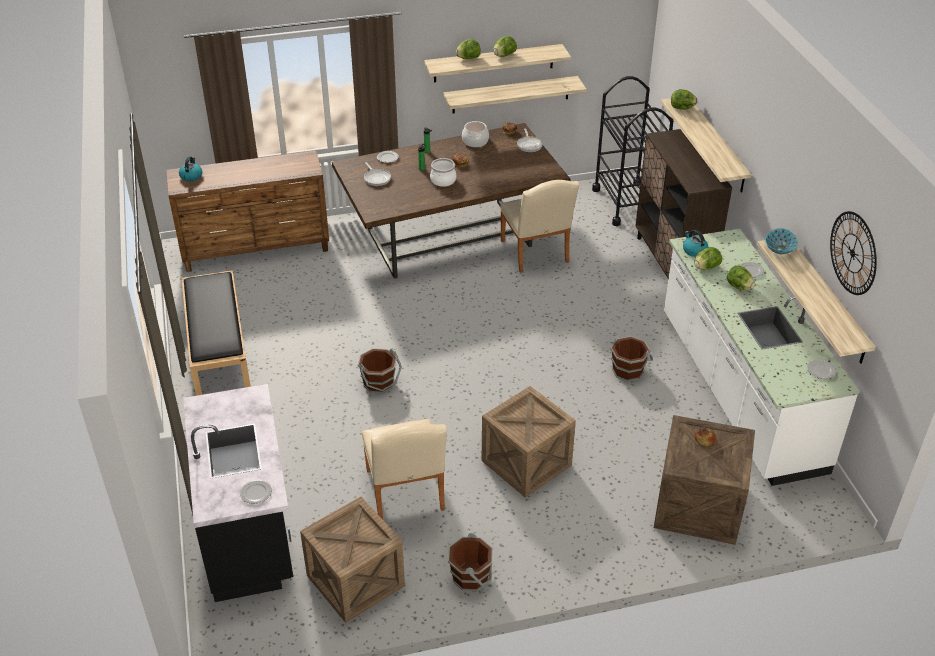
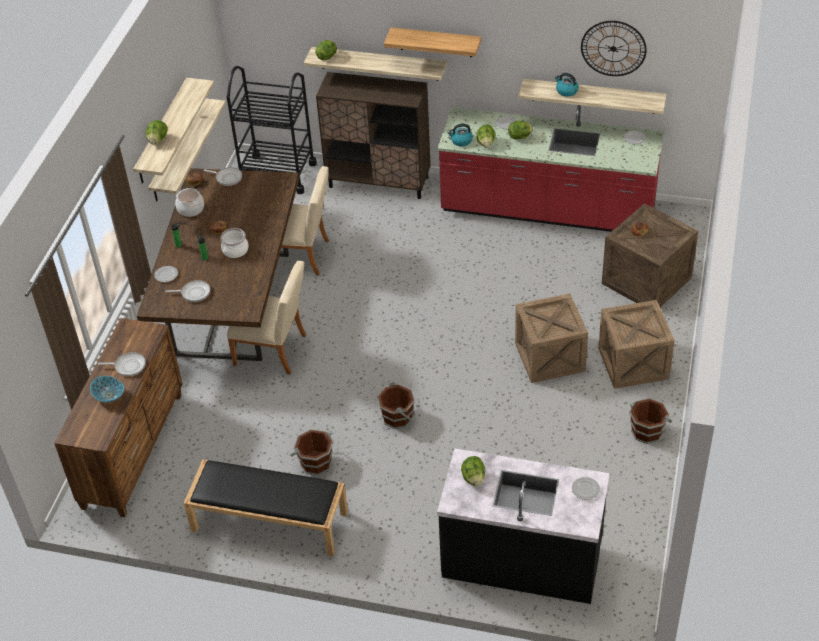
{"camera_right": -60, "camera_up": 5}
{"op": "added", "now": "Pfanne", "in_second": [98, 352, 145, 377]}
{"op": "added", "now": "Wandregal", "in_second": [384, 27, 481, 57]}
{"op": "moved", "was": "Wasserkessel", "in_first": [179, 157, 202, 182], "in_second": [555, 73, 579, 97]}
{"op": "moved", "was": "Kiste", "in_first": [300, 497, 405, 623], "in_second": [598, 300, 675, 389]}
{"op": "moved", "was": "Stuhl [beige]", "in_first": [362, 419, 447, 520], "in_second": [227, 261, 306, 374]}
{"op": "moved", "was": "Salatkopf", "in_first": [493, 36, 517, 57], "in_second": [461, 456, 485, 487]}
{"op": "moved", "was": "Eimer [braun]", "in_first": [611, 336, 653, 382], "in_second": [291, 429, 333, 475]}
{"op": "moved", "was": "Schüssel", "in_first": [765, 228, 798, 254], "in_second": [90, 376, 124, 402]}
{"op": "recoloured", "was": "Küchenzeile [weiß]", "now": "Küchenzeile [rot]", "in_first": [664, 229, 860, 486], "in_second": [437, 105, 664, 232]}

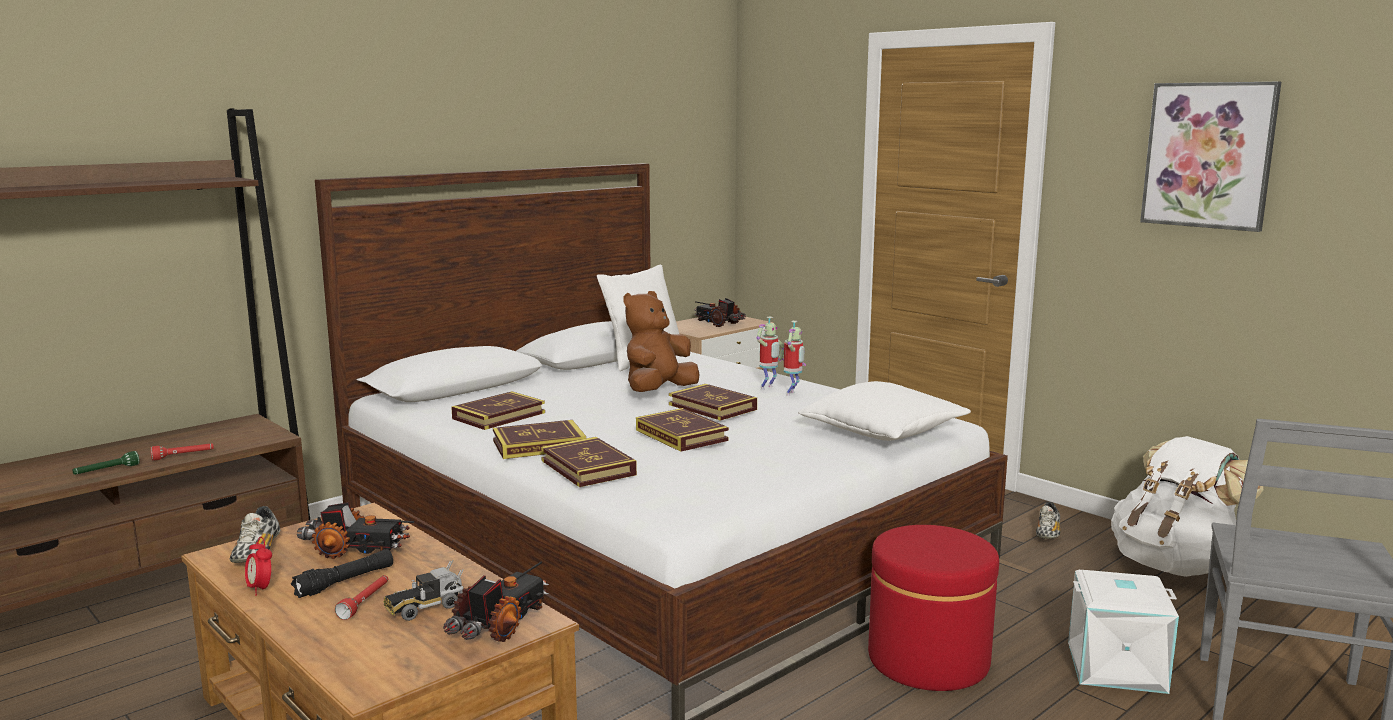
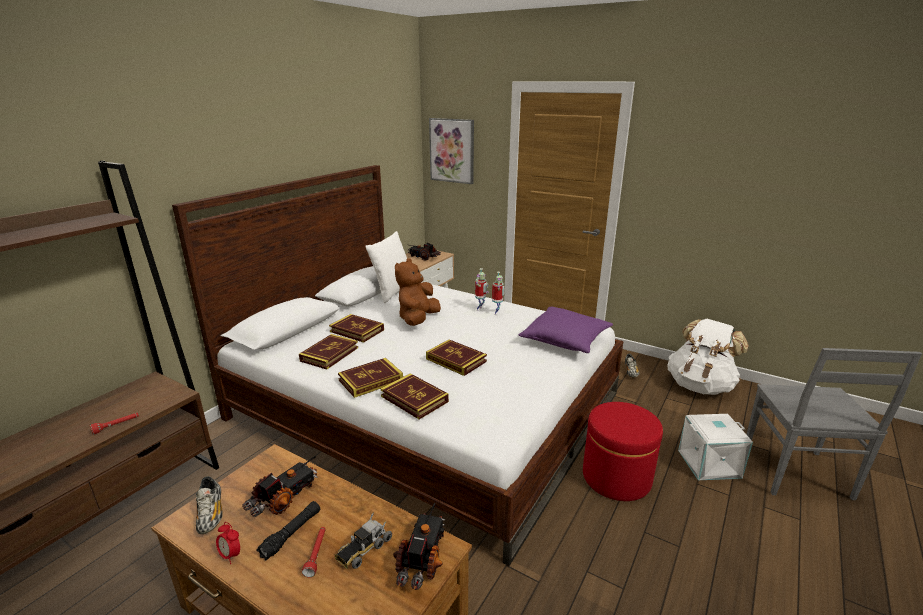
{"camera_right": -15, "camera_up": 10}
{"op": "removed", "was": "Taschenlampe [grün]", "in_first": [72, 451, 140, 475]}
{"op": "moved", "was": "Buch", "in_first": [669, 384, 757, 421], "in_second": [329, 314, 384, 343]}
{"op": "moved", "was": "Bild", "in_first": [1140, 82, 1281, 232], "in_second": [429, 118, 474, 184]}
{"op": "recoloured", "was": "Kissen [weiß]", "now": "Kissen [lila]", "in_first": [798, 381, 971, 441], "in_second": [519, 306, 613, 353]}
{"op": "turned", "was": "Spielzeuglaster", "in_first": [297, 502, 414, 559], "in_second": [242, 456, 317, 517], "clockwise": -45}

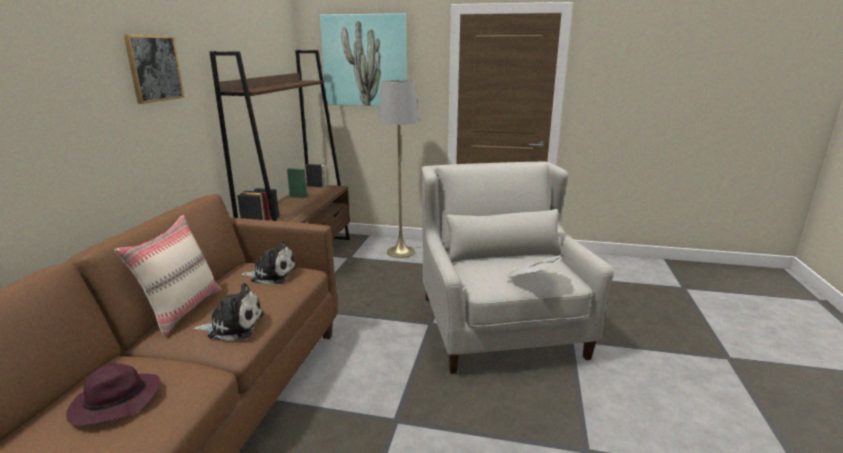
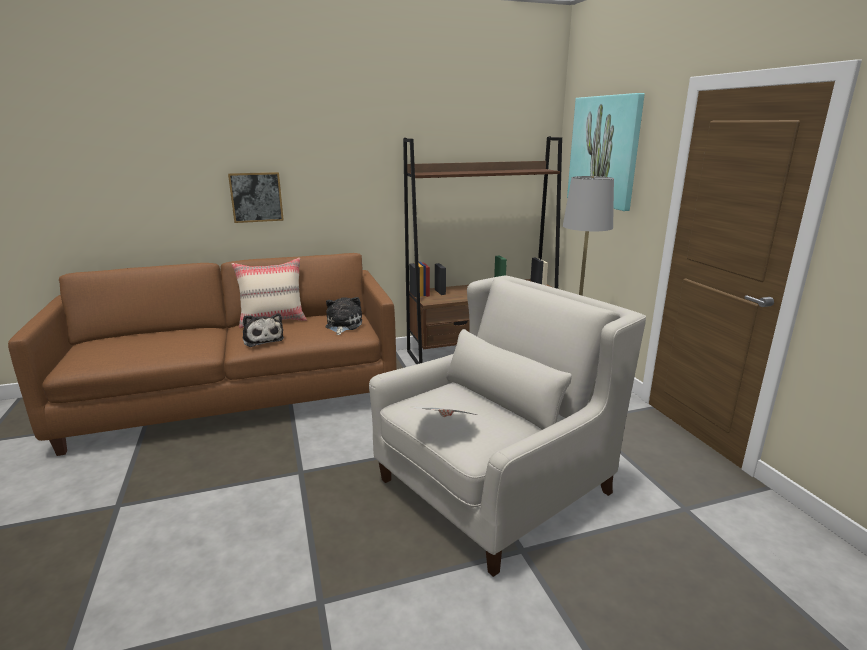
{"camera_right": 60, "camera_up": 0}
{"op": "removed", "was": "Hut [lila]", "in_first": [66, 364, 161, 426]}
{"op": "moved", "was": "Bild", "in_first": [124, 35, 184, 104], "in_second": [228, 172, 284, 223]}
{"op": "turned", "was": "Plüschtier", "in_first": [240, 241, 297, 285], "in_second": [326, 297, 362, 335], "clockwise": -150}

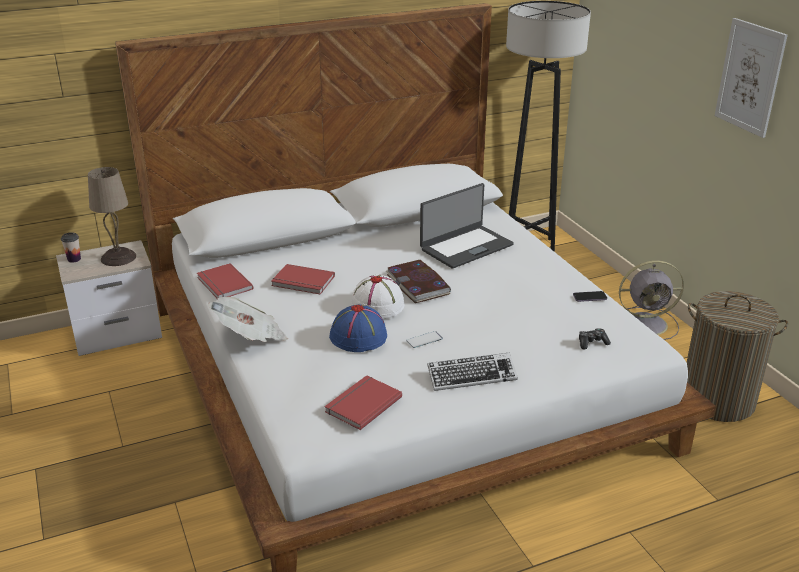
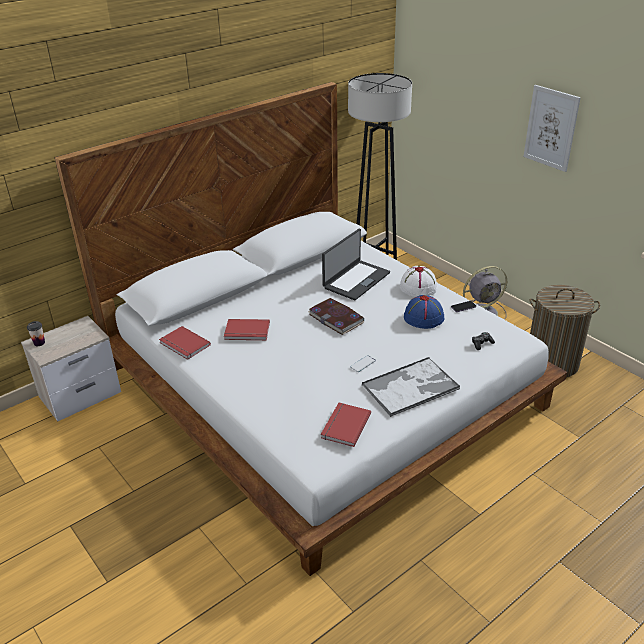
{"camera_right": -15, "camera_up": 5}
{"op": "removed", "was": "Tischlampe [beige]", "in_first": [88, 167, 136, 266]}
{"op": "removed", "was": "Zeitung", "in_first": [208, 297, 288, 342]}
{"op": "moved", "was": "Hut [blau]", "in_first": [329, 304, 387, 352], "in_second": [404, 295, 444, 329]}
{"op": "moved", "was": "Hut [weiß]", "in_first": [351, 274, 404, 319], "in_second": [400, 266, 438, 297]}
{"op": "replaced", "was": "Tastatur", "now": "Tablett", "in_first": [427, 353, 518, 391], "in_second": [362, 357, 460, 417]}

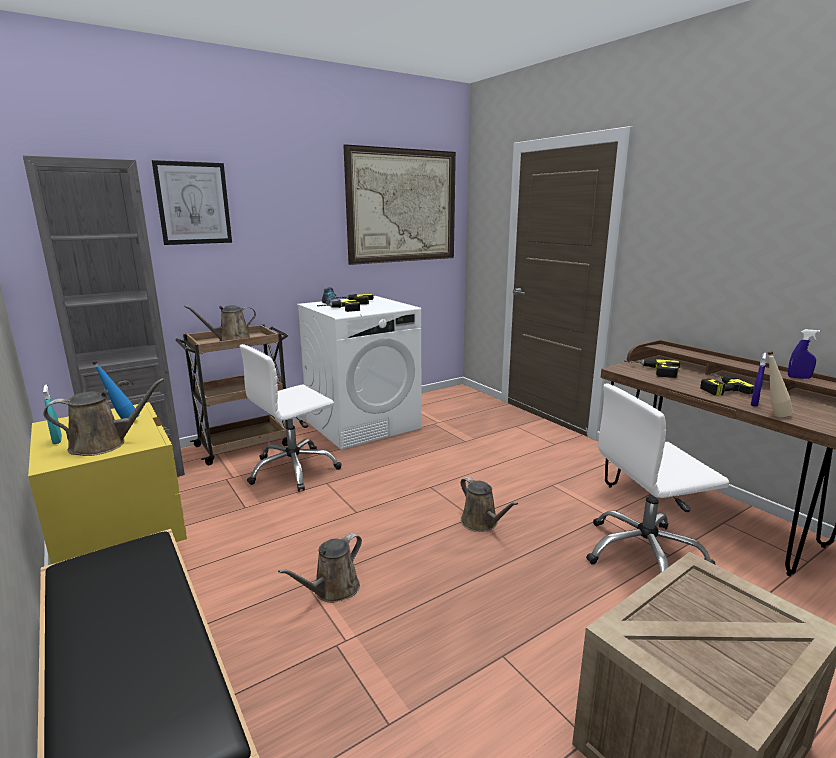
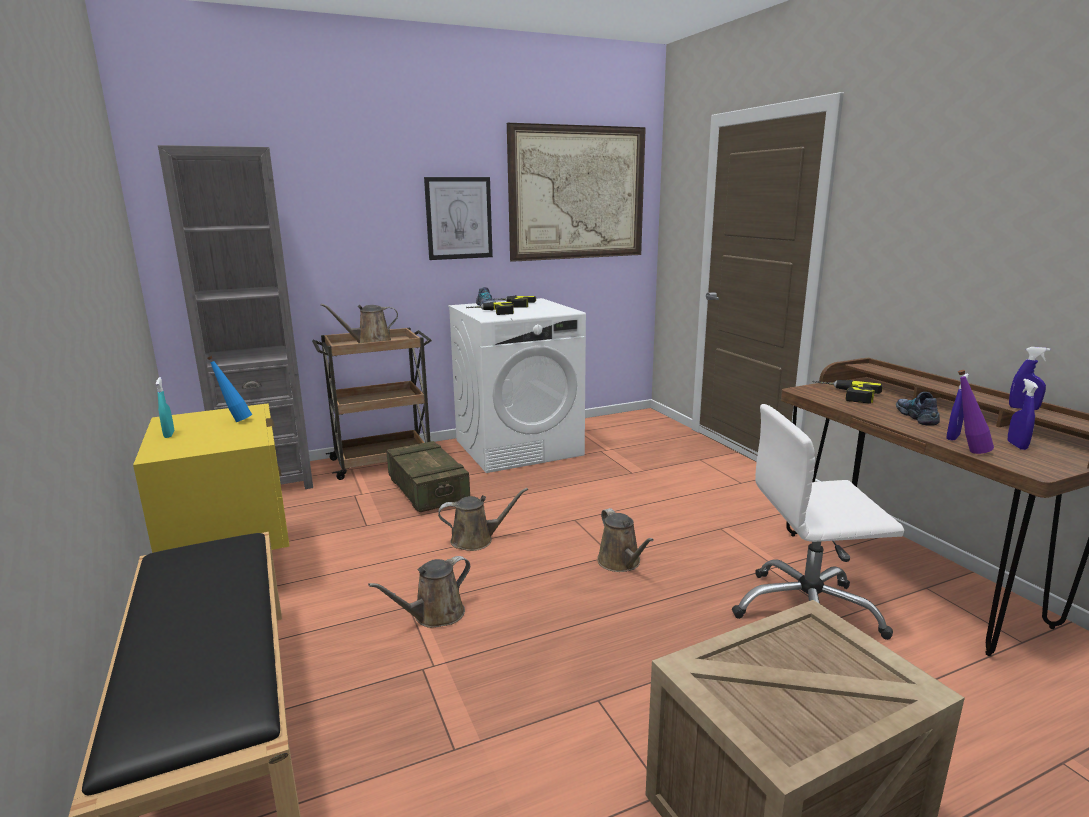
{"camera_right": 10, "camera_up": 0}
{"op": "added", "now": "Sprühflasche [blau]", "in_second": [1008, 379, 1038, 450]}
{"op": "moved", "was": "Gießkanne [braun]", "in_first": [44, 378, 165, 456], "in_second": [438, 488, 528, 551]}
{"op": "moved", "was": "Bild", "in_first": [152, 160, 232, 245], "in_second": [424, 177, 493, 260]}
{"op": "replaced", "was": "Bürostuhl [weiß]", "now": "Kiste", "in_first": [240, 344, 342, 492], "in_second": [387, 441, 470, 512]}
{"op": "replaced", "was": "Bohrmaschine", "now": "Schuh", "in_first": [700, 373, 754, 396], "in_second": [896, 392, 940, 426]}
{"op": "recoloured", "was": "Flasche [beige]", "now": "Flasche [lila]", "in_first": [767, 350, 793, 417], "in_second": [958, 370, 994, 454]}

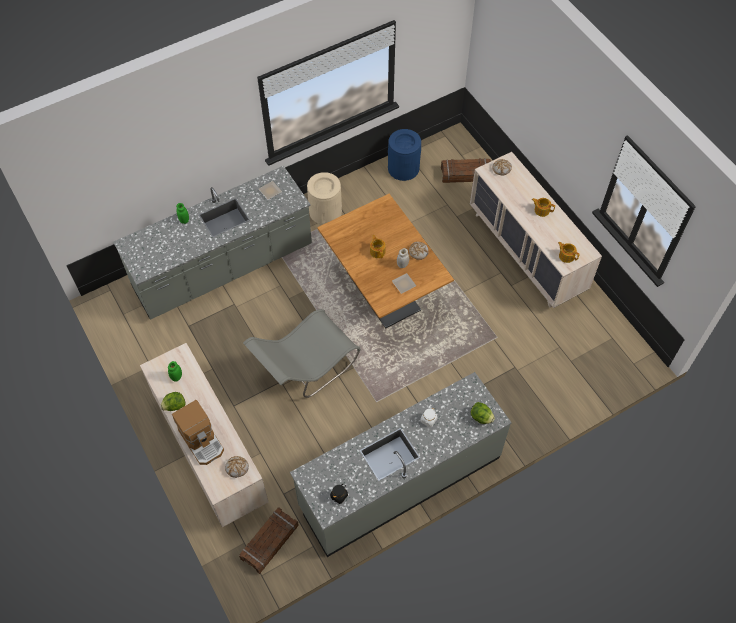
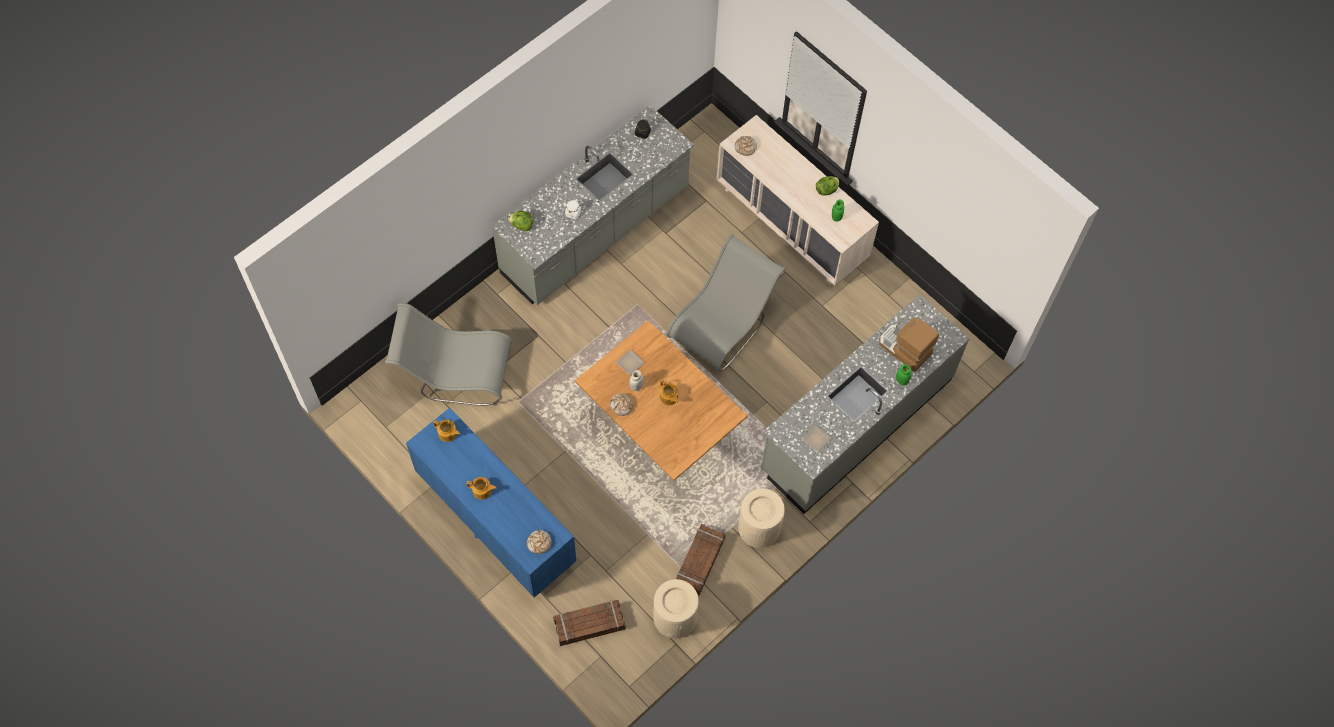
{"camera_right": 165, "camera_up": 5}
{"op": "added", "now": "Stuhl [grau]", "in_second": [385, 303, 512, 406]}
{"op": "moved", "was": "Kaffeemaschine", "in_first": [172, 400, 224, 465], "in_second": [879, 318, 939, 372]}
{"op": "moved", "was": "Kiste", "in_first": [239, 507, 299, 574], "in_second": [676, 524, 726, 596]}
{"op": "recoloured", "was": "Mülleimer [blau]", "now": "Mülleimer [beige]", "in_first": [388, 129, 421, 181], "in_second": [653, 579, 699, 639]}
{"op": "recoloured", "was": "Kommode [beige]", "now": "Kommode [blau]", "in_first": [470, 152, 602, 308], "in_second": [406, 408, 576, 598]}

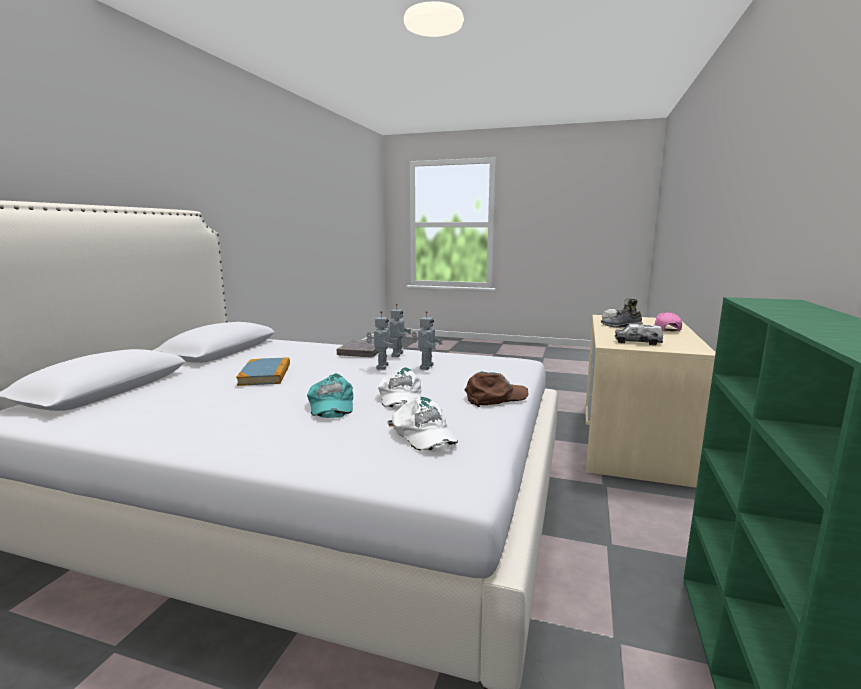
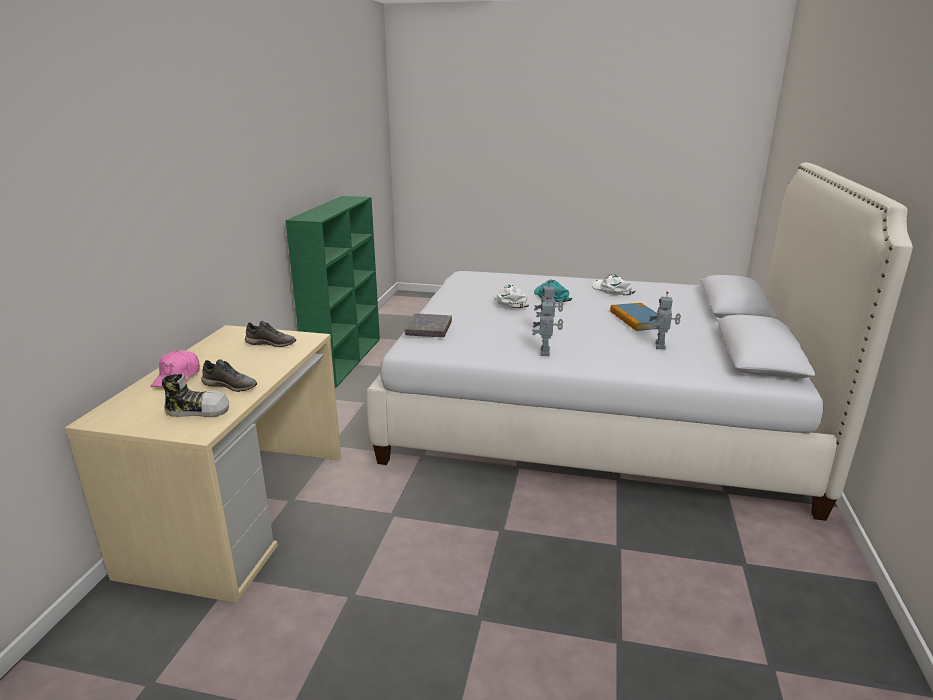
{"camera_right": 175, "camera_up": 10}
{"op": "removed", "was": "Kappe [braun]", "in_first": [465, 372, 528, 407]}
{"op": "moved", "was": "Buch [grau]", "in_first": [336, 340, 378, 357], "in_second": [405, 313, 452, 337]}
{"op": "moved", "was": "Kappe [weiß]", "in_first": [387, 396, 458, 452], "in_second": [592, 274, 636, 295]}
{"op": "moved", "was": "Spielzeugroboter", "in_first": [412, 311, 442, 370], "in_second": [649, 291, 681, 350]}
{"op": "replaced", "was": "Spielzeuglaster", "now": "Schuh [grau]", "in_first": [614, 324, 663, 345], "in_second": [245, 321, 296, 347]}

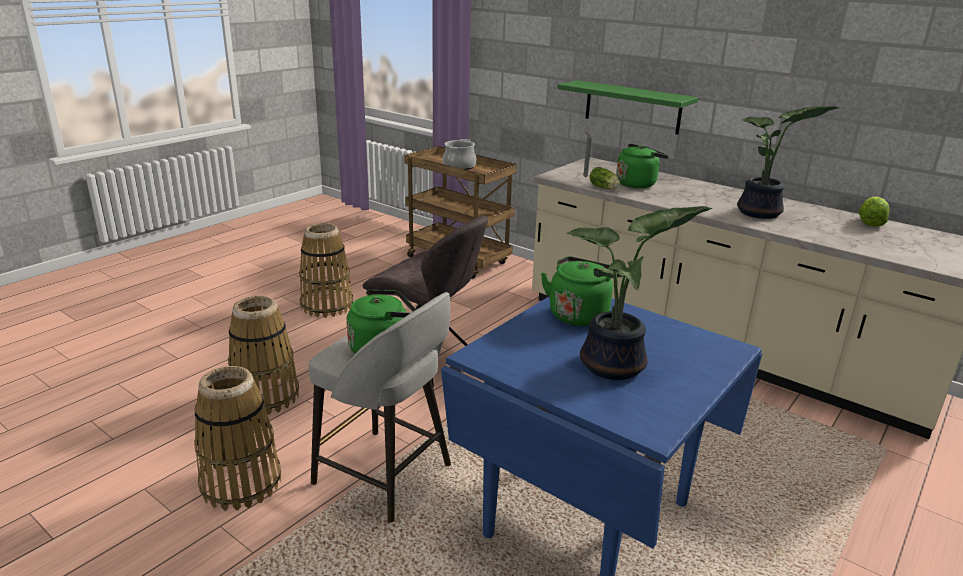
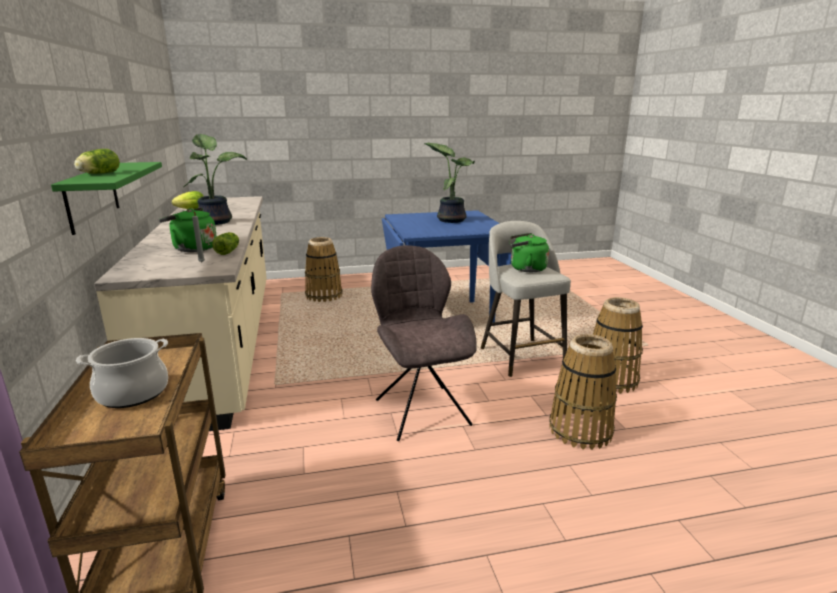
{"camera_right": -140, "camera_up": -5}
{"op": "removed", "was": "Wasserkessel [grün]", "in_first": [541, 256, 617, 326]}
{"op": "added", "now": "Salatkopf", "in_second": [74, 149, 120, 174]}
{"op": "moved", "was": "Korb", "in_first": [299, 223, 353, 318], "in_second": [305, 237, 342, 302]}

